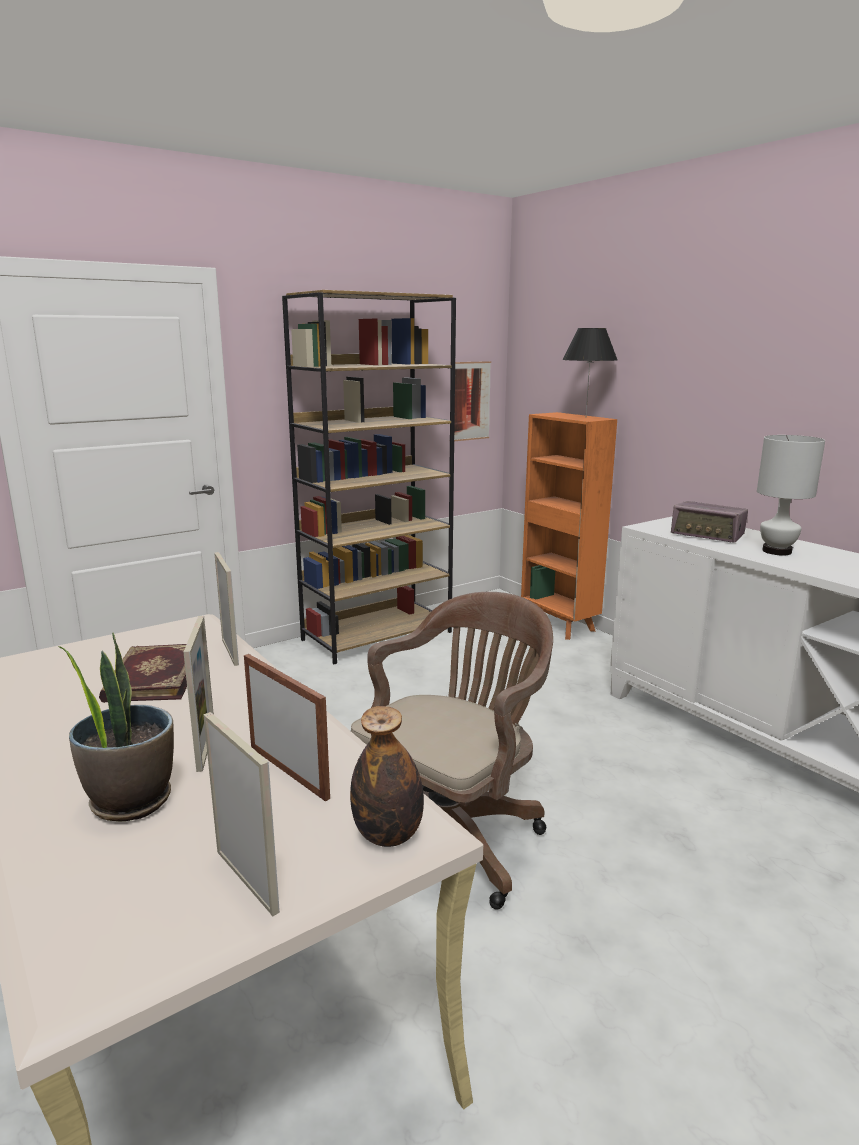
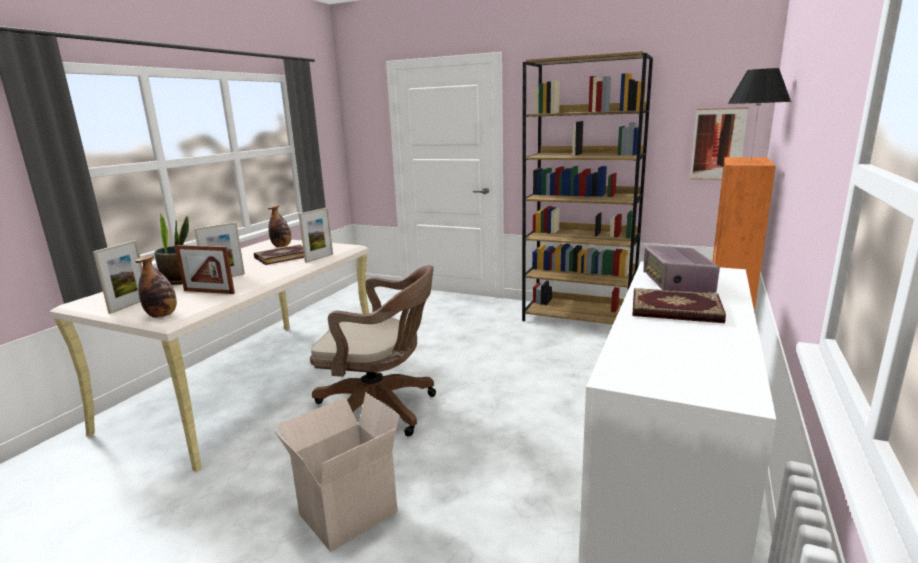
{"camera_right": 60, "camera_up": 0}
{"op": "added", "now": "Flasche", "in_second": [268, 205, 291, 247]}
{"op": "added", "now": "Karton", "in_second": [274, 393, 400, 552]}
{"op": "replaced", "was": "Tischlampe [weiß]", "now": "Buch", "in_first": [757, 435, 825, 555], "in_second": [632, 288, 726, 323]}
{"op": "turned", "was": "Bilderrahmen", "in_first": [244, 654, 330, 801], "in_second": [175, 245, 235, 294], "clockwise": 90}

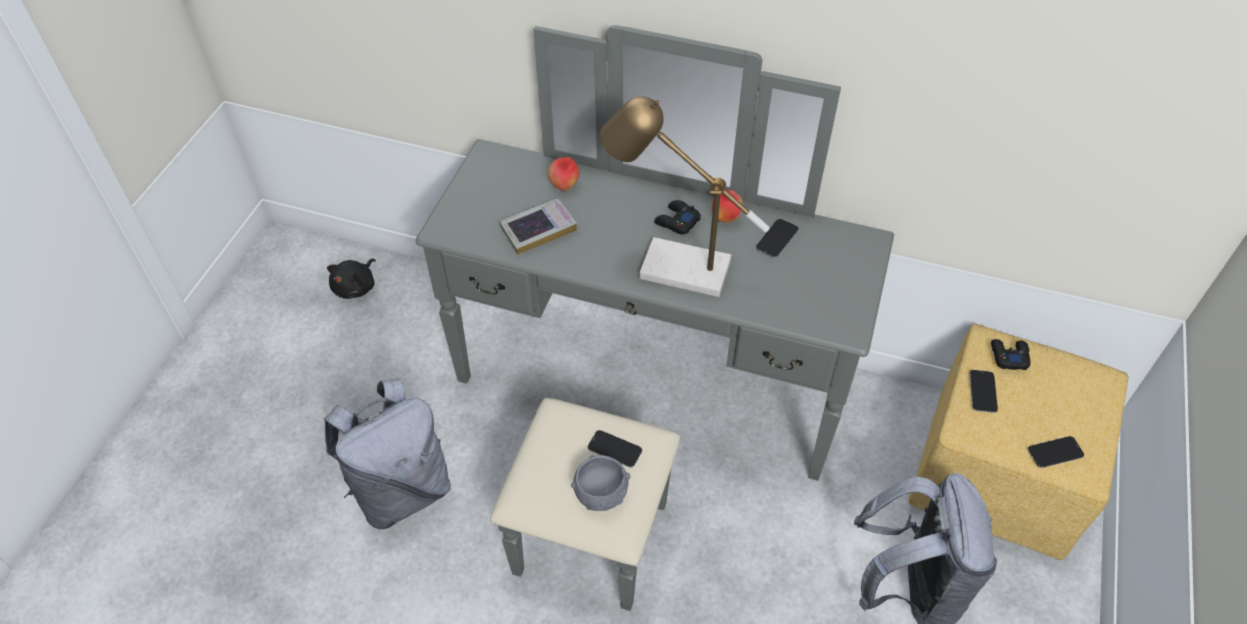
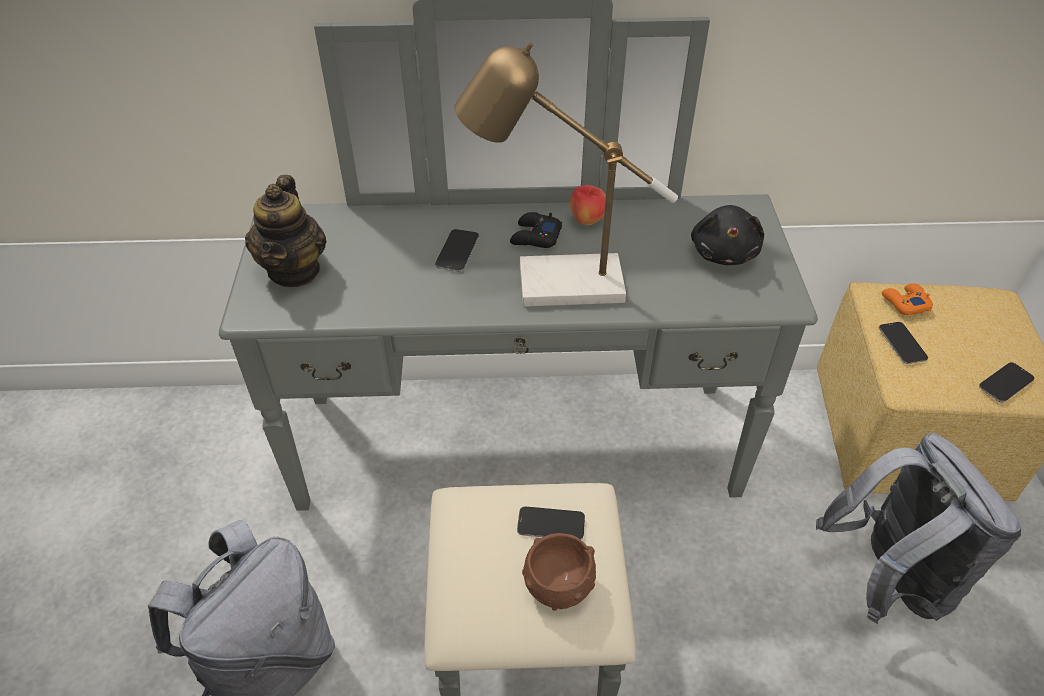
{"camera_right": -20, "camera_up": -5}
{"op": "removed", "was": "Buch", "in_first": [499, 198, 577, 255]}
{"op": "removed", "was": "Apfel", "in_first": [548, 157, 579, 191]}
{"op": "added", "now": "Teekanne", "in_second": [245, 175, 327, 287]}
{"op": "moved", "was": "Plüschtier [schwarz]", "in_first": [327, 259, 376, 299], "in_second": [691, 205, 764, 265]}
{"op": "moved", "was": "Handy", "in_first": [756, 219, 799, 258], "in_second": [435, 229, 479, 272]}
{"op": "recoloured", "was": "Schüssel [grau]", "now": "Schüssel [braun]", "in_first": [571, 455, 630, 511], "in_second": [522, 533, 596, 611]}
{"op": "recoloured", "was": "Gamepad [schwarz]", "now": "Gamepad [orange]", "in_first": [991, 339, 1030, 370], "in_second": [882, 283, 933, 316]}

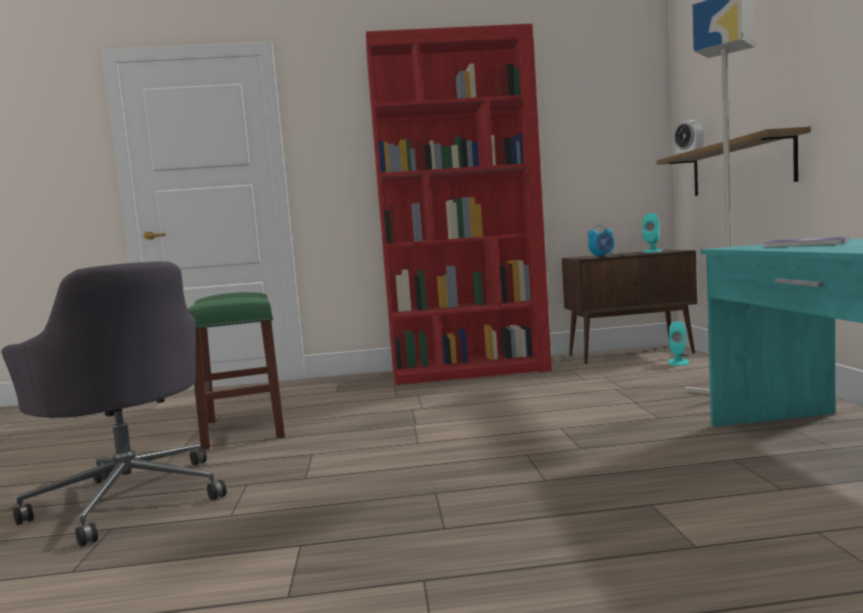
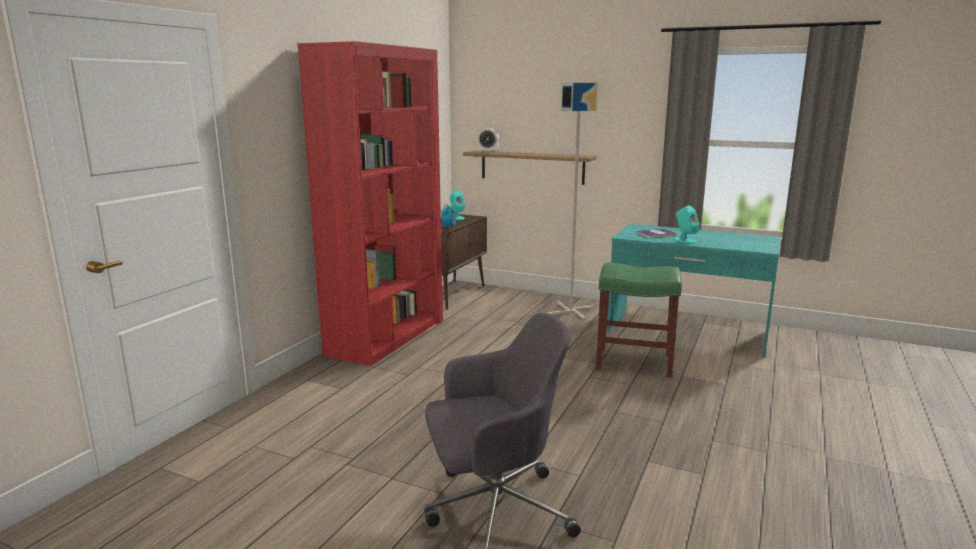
{"camera_right": -60, "camera_up": 10}
{"op": "moved", "was": "Hocker [grün]", "in_first": [188, 292, 285, 450], "in_second": [596, 263, 682, 377]}
{"op": "moved", "was": "Lautsprecher [türkis]", "in_first": [668, 321, 689, 366], "in_second": [674, 205, 700, 244]}

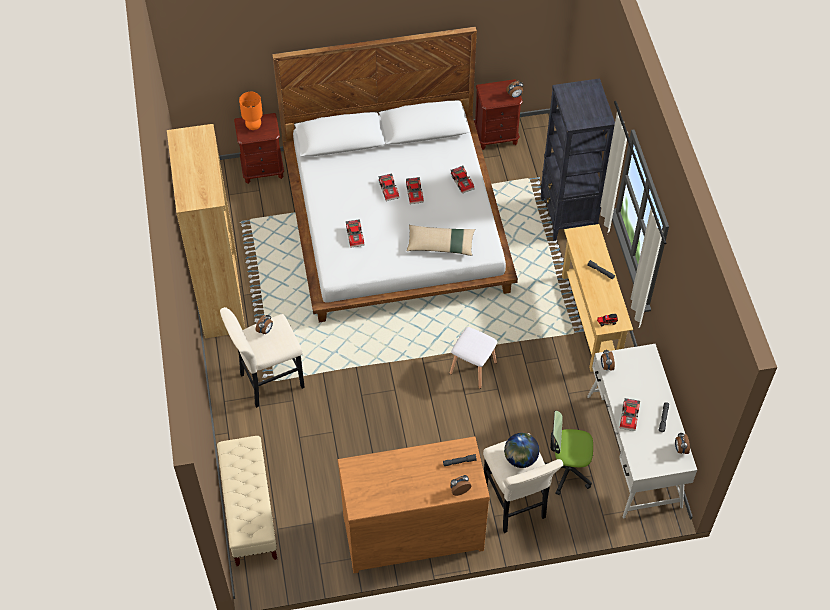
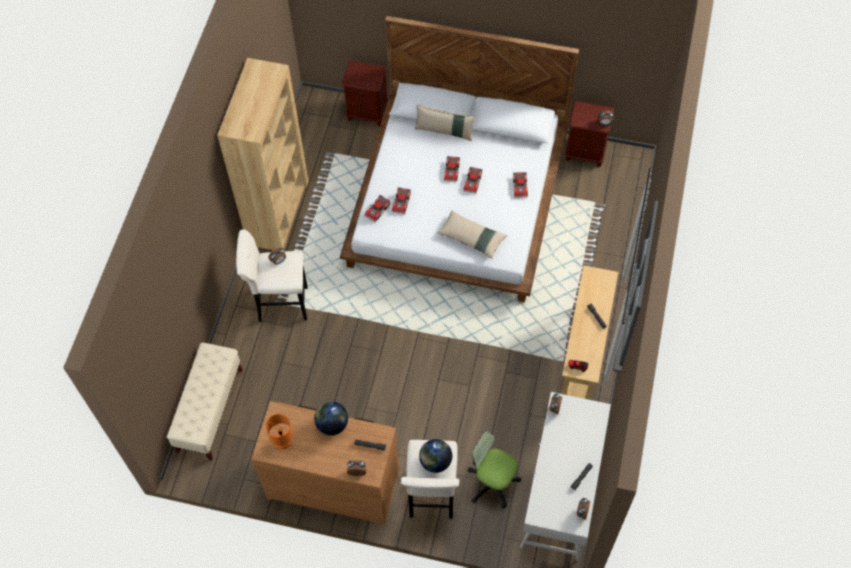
{"camera_right": 25, "camera_up": 5}
{"op": "removed", "was": "Hocker [weiß]", "in_first": [449, 327, 497, 389]}
{"op": "removed", "was": "Bücherregal [schwarz]", "in_first": [541, 78, 615, 241]}
{"op": "added", "now": "Globus", "in_second": [314, 401, 348, 435]}
{"op": "added", "now": "Kissen [beige]", "in_second": [415, 105, 476, 141]}
{"op": "moved", "was": "Tischlampe [orange]", "in_first": [239, 92, 263, 130], "in_second": [265, 414, 293, 449]}
{"op": "moved", "was": "Spielzeugauto", "in_first": [620, 398, 640, 431], "in_second": [364, 195, 391, 222]}

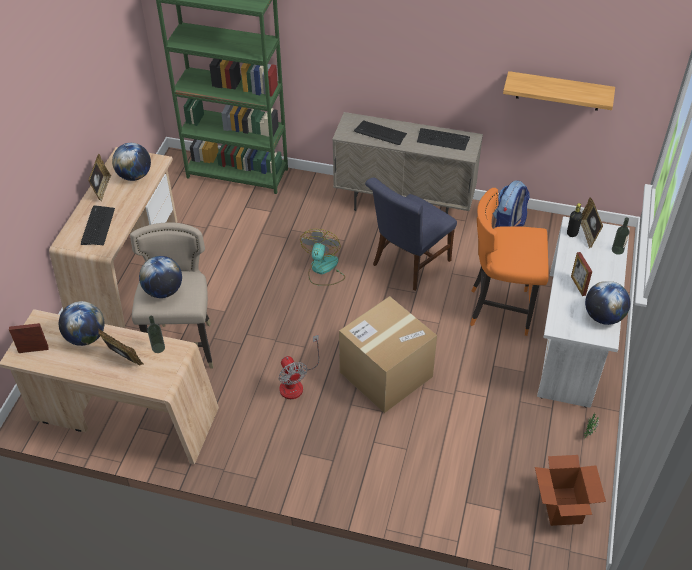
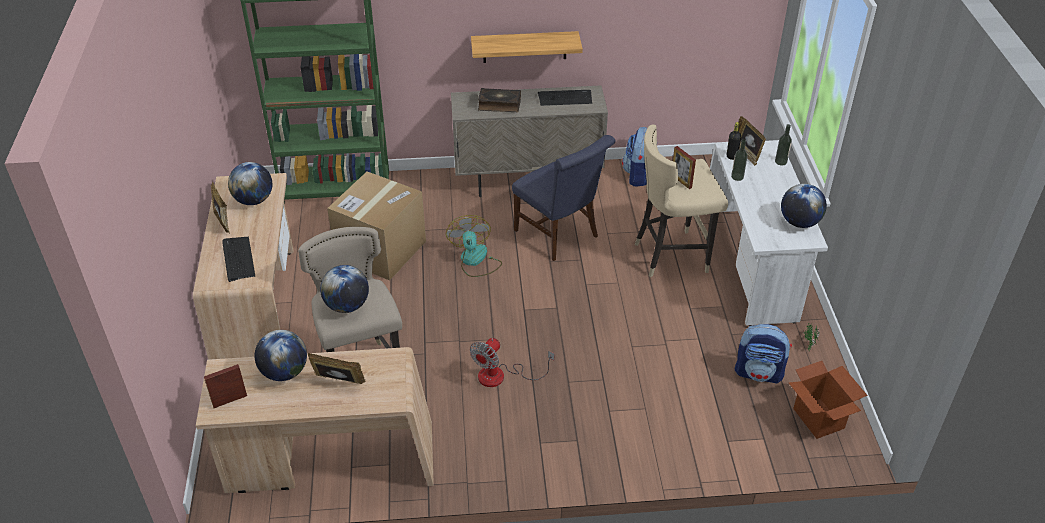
{"camera_right": -20, "camera_up": -5}
{"op": "added", "now": "Rucksack", "in_second": [735, 324, 792, 384]}
{"op": "moved", "was": "Flasche", "in_first": [147, 316, 165, 353], "in_second": [731, 139, 748, 181]}
{"op": "moved", "was": "Karton", "in_first": [339, 296, 437, 413], "in_second": [327, 171, 426, 281]}
{"op": "moved", "was": "Wandregal", "in_first": [503, 71, 615, 111], "in_second": [471, 31, 583, 63]}
{"op": "moved", "was": "Bilderrahmen", "in_first": [571, 252, 592, 296], "in_second": [673, 146, 696, 189]}
{"op": "replaced", "was": "Tastatur", "now": "Buch", "in_first": [354, 120, 407, 145], "in_second": [478, 88, 521, 112]}
{"op": "recoloured", "was": "Hocker [orange]", "now": "Hocker [beige]", "in_first": [470, 188, 549, 336], "in_second": [635, 124, 728, 277]}
{"op": "turned", "was": "Ventilator", "in_first": [278, 334, 319, 399], "in_second": [470, 338, 554, 387], "clockwise": 75}
{"op": "turned", "was": "Stuhl [blau]", "in_first": [365, 178, 457, 291], "in_second": [512, 135, 616, 261], "clockwise": -60}

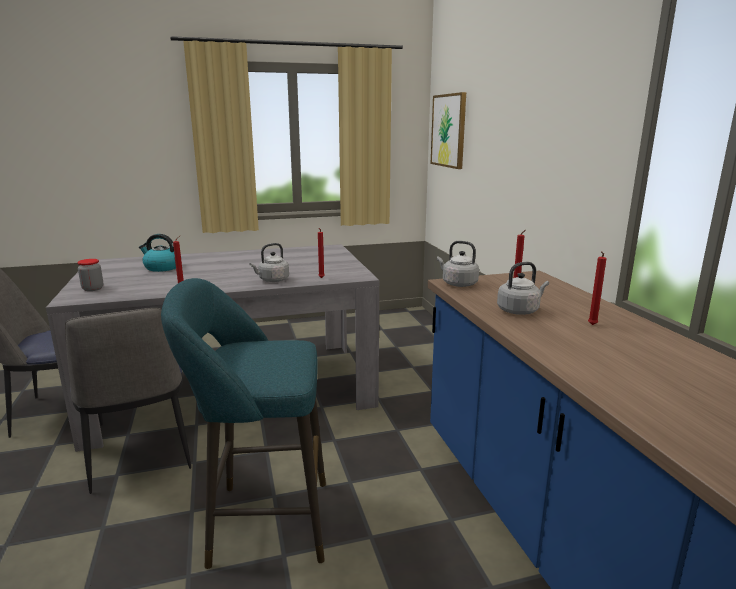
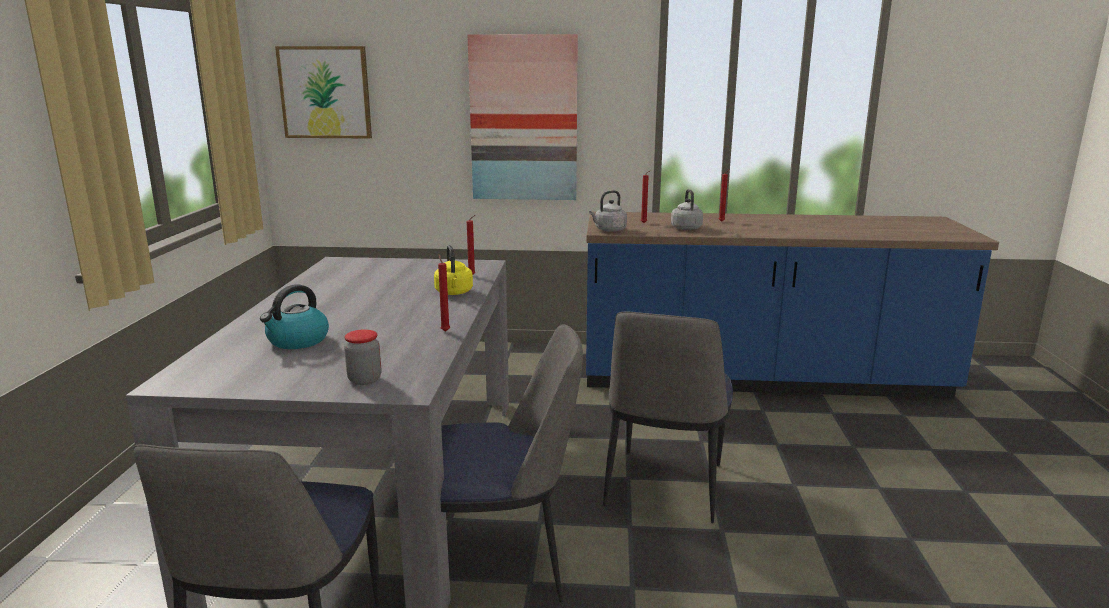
{"camera_right": -70, "camera_up": 0}
{"op": "added", "now": "Bild", "in_second": [467, 34, 578, 200]}
{"op": "replaced", "was": "Hocker [türkis]", "now": "Stuhl", "in_first": [161, 278, 326, 569], "in_second": [603, 312, 733, 523]}
{"op": "recoloured", "was": "Wasserkessel [grau]", "now": "Wasserkessel [gelb]", "in_first": [250, 243, 289, 282], "in_second": [434, 245, 473, 295]}

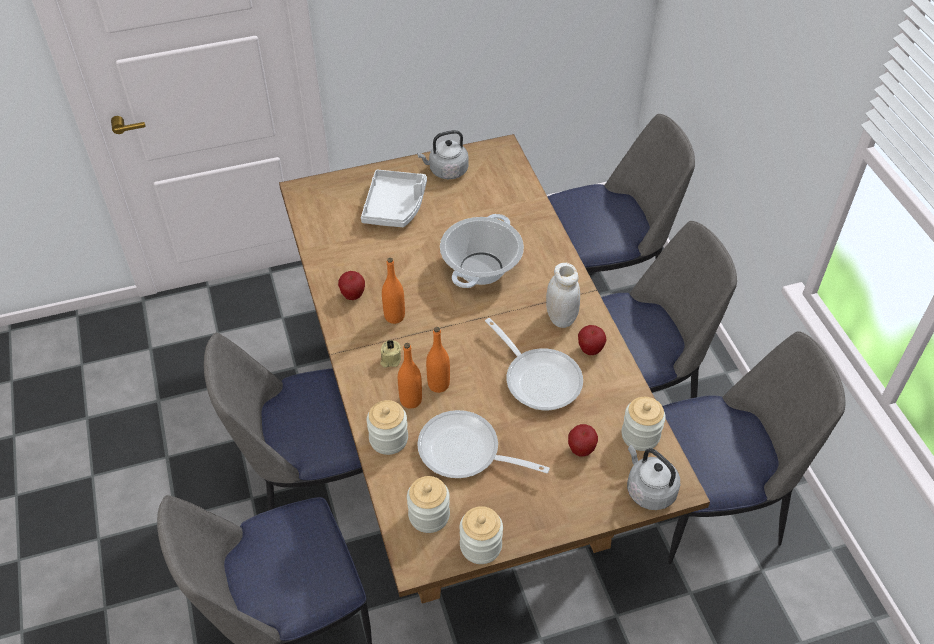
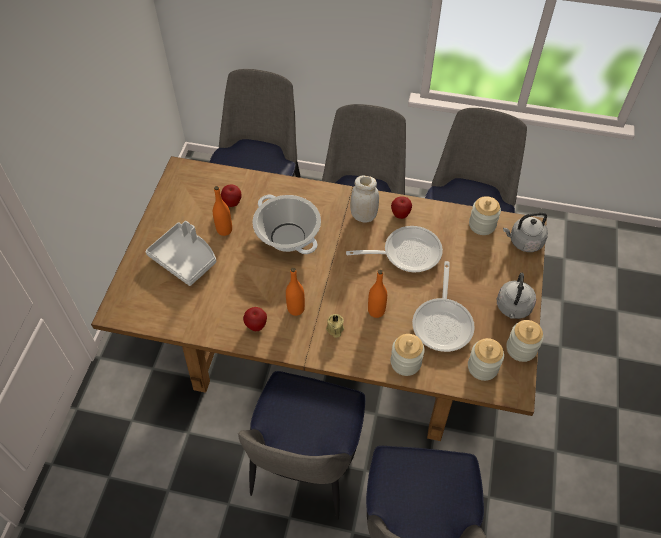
{"camera_right": -60, "camera_up": 5}
{"op": "moved", "was": "Flasche [orange]", "in_first": [398, 343, 422, 409], "in_second": [213, 186, 232, 236]}
{"op": "moved", "was": "Wasserkessel [grau]", "in_first": [417, 130, 469, 179], "in_second": [497, 273, 536, 319]}
{"op": "moved", "was": "Apfel", "in_first": [568, 424, 598, 457], "in_second": [221, 184, 241, 207]}
{"op": "turned", "was": "Pfanne", "in_first": [417, 410, 550, 478], "in_second": [412, 261, 475, 352], "clockwise": -45}

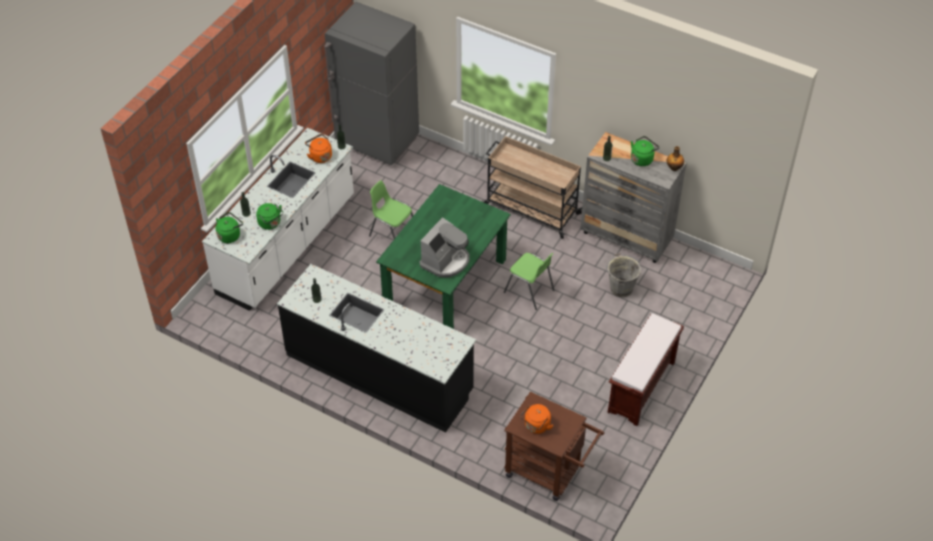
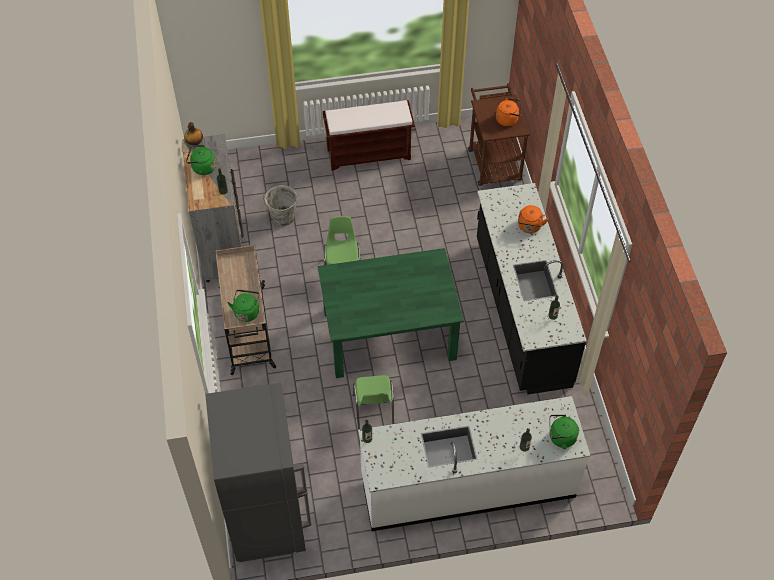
{"camera_right": -130, "camera_up": 5}
{"op": "removed", "was": "Kaffeemaschine", "in_first": [420, 217, 469, 278]}
{"op": "moved", "was": "Wasserkessel [grün]", "in_first": [256, 203, 283, 230], "in_second": [227, 290, 260, 322]}
{"op": "moved", "was": "Wasserkessel [orange]", "in_first": [305, 134, 332, 163], "in_second": [518, 205, 549, 233]}

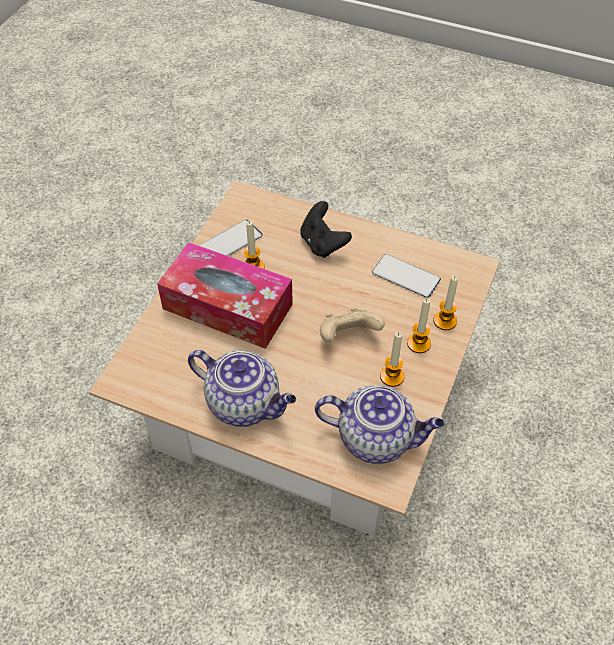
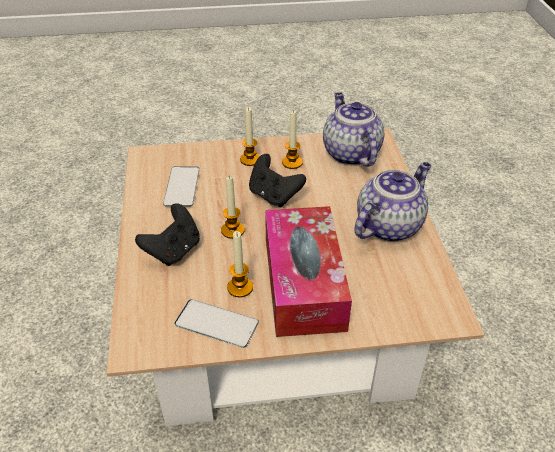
{"camera_right": -120, "camera_up": -10}
{"op": "moved", "was": "Kerze", "in_first": [433, 275, 458, 330], "in_second": [221, 176, 245, 239]}
{"op": "recoloured", "was": "Gamepad [beige]", "now": "Gamepad [schwarz]", "in_first": [320, 308, 385, 342], "in_second": [249, 154, 306, 208]}
{"op": "turned", "was": "Teekanne", "in_first": [188, 350, 296, 427], "in_second": [354, 162, 431, 242], "clockwise": 45}

